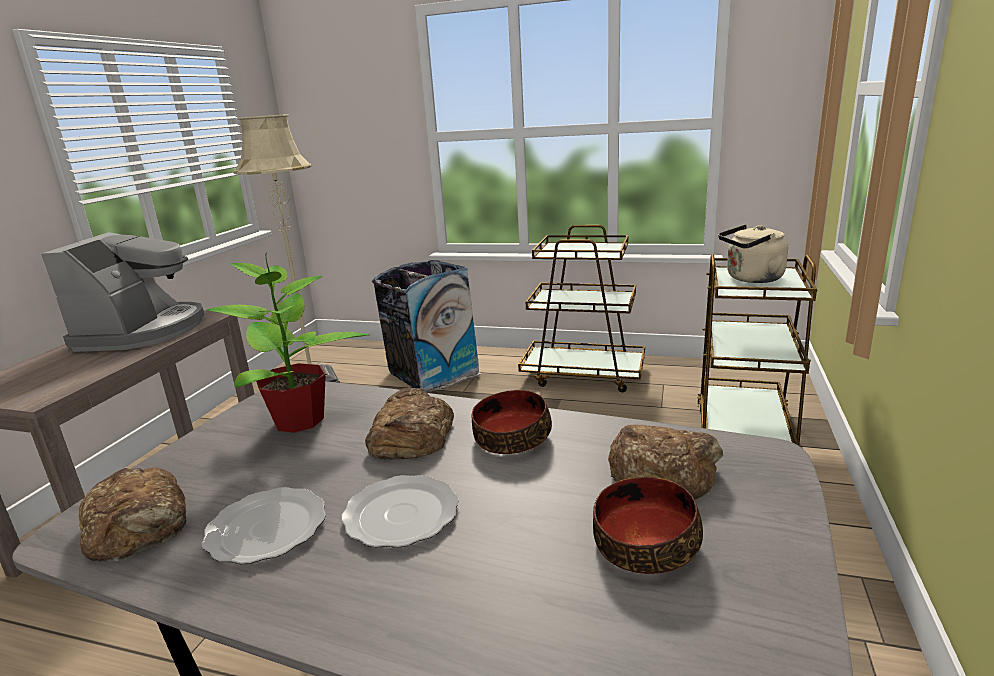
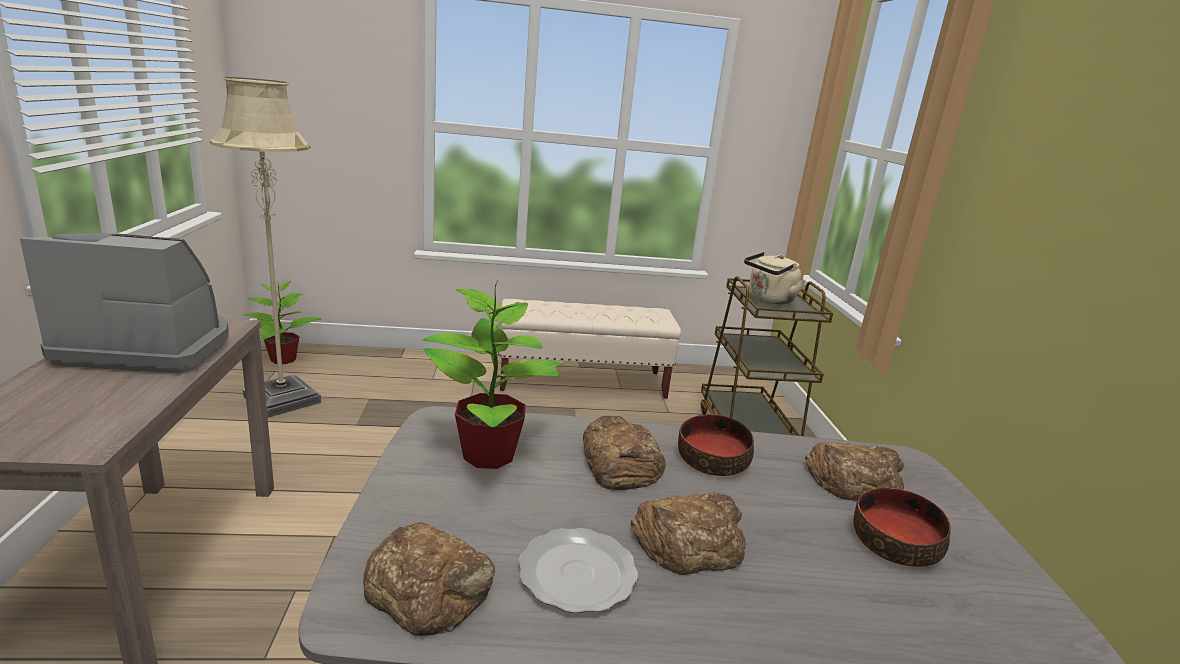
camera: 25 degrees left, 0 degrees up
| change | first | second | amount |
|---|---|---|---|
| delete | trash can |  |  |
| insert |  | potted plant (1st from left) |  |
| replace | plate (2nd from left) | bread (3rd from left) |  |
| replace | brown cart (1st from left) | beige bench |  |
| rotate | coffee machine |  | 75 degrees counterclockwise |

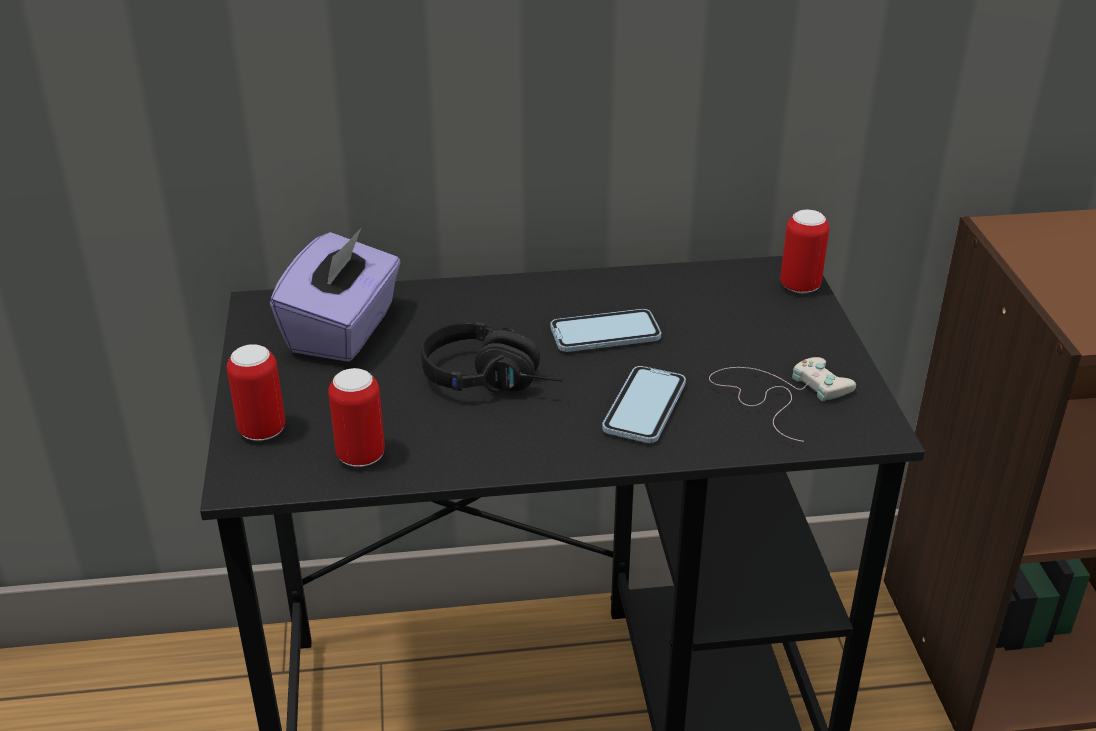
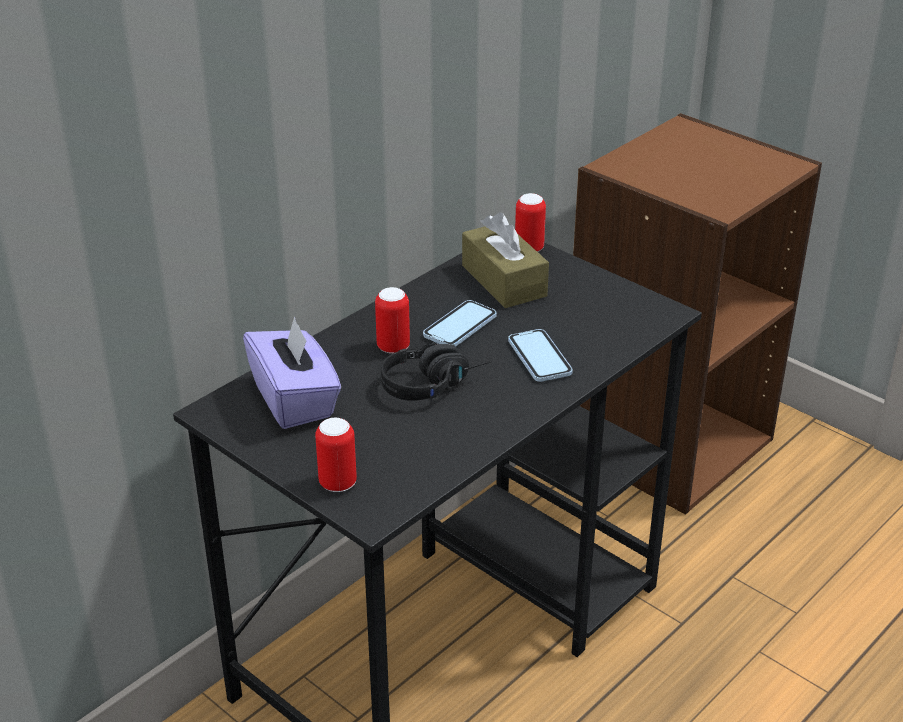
camera: 40 degrees left, 0 degrees up
| change | first | second | amount |
|---|---|---|---|
| delete | white game controller |  |  |
| insert |  | brown tissue box |  |
| move | can (2nd from left) |  |  |

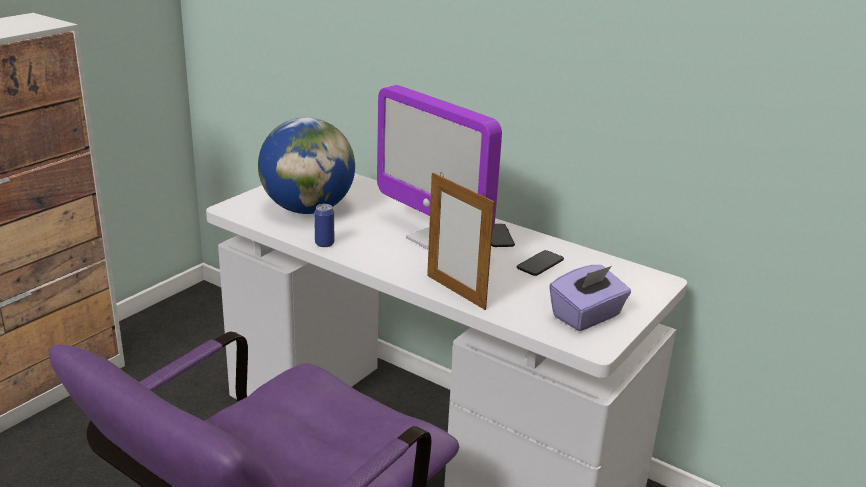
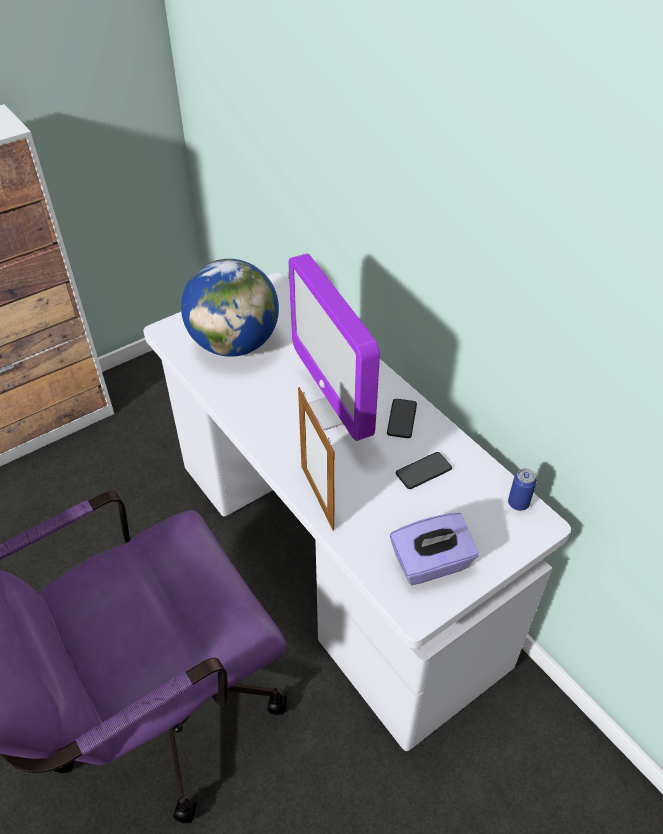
camera: 20 degrees right, 20 degrees up
| change | first | second | amount |
|---|---|---|---|
| move | can |  |  |

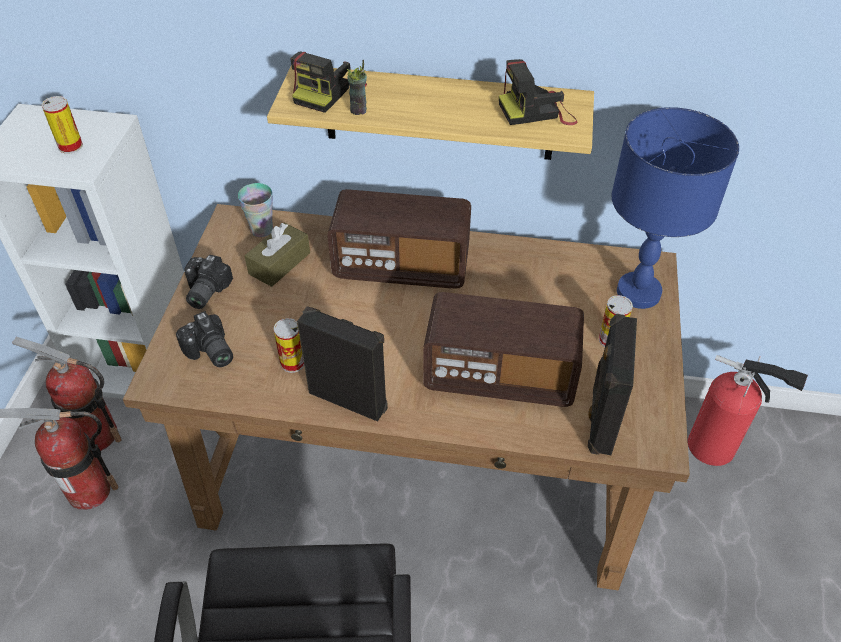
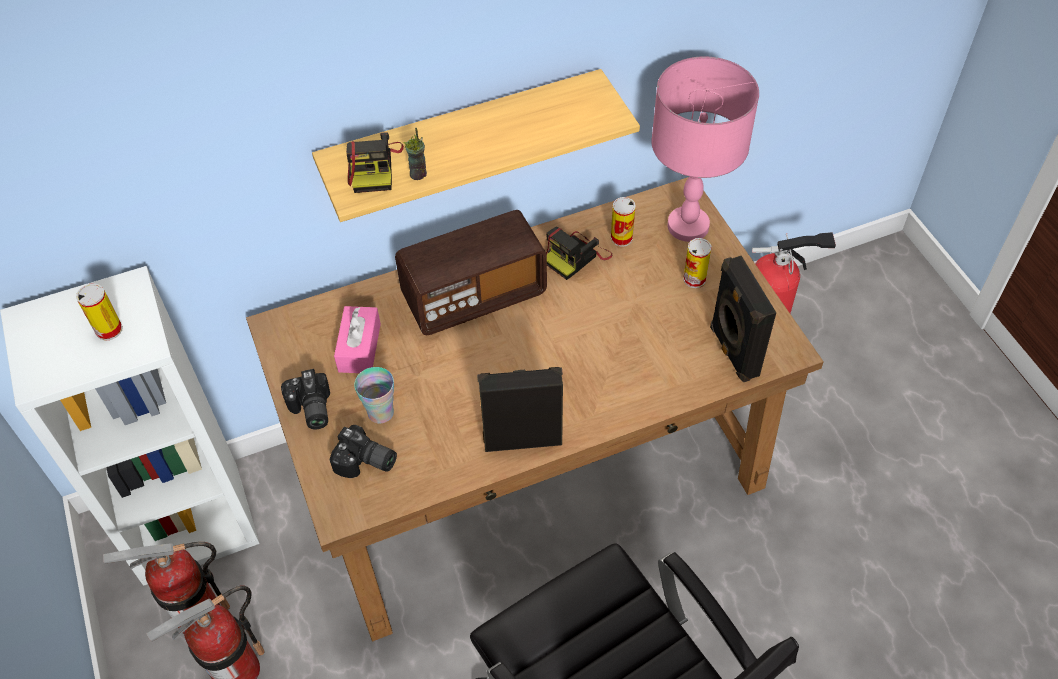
camera: 30 degrees left, 5 degrees up
| change | first | second | amount |
|---|---|---|---|
| delete | radio (2nd from left) |  |  |
| move | cup (1st from left) |  |  |
| move | can (2nd from left) |  |  |
| move | photo camera (4th from left) |  |  |
| recolor | brown tissue box | pink tissue box |  |
| recolor | blue table lamp | pink table lamp |  |

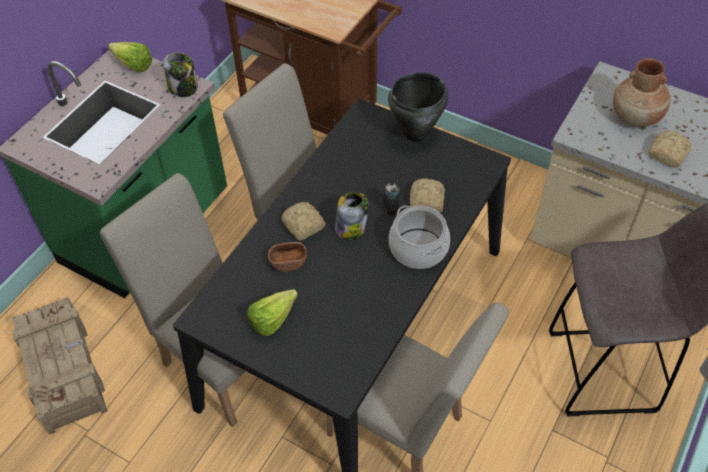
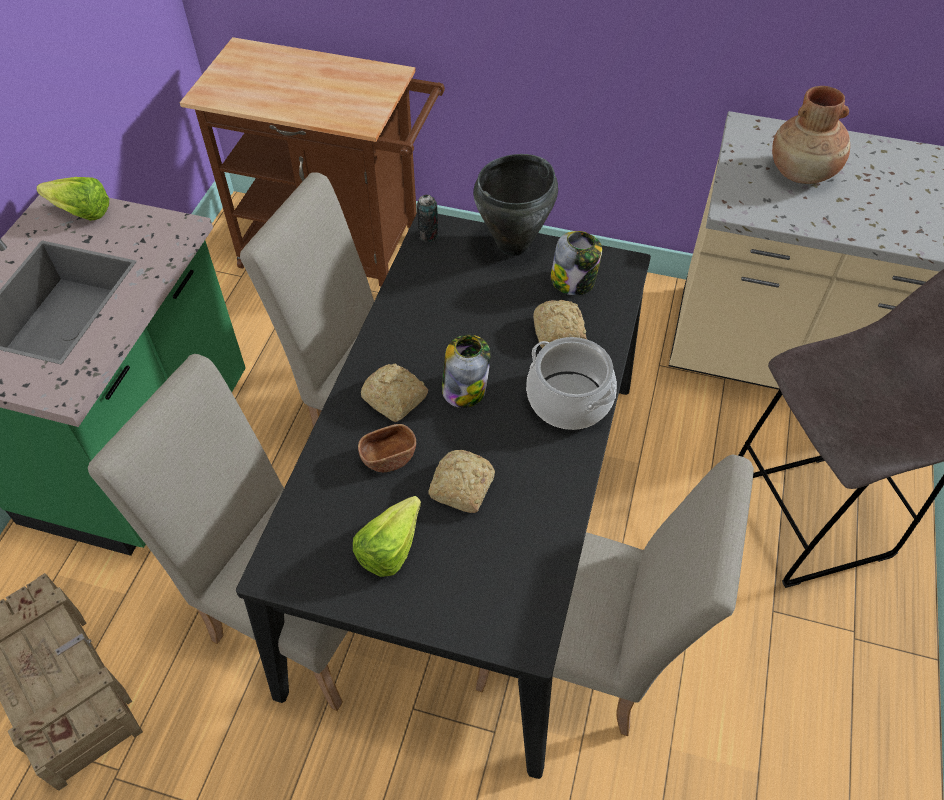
camera: 15 degrees left, 0 degrees up
| change | first | second | amount |
|---|---|---|---|
| move | jar (1st from left in the first image) | jar (2nd from left) |  |
| move | can |  |  |
| move | bread (3rd from left in the first image) | bread (2nd from left) |  |

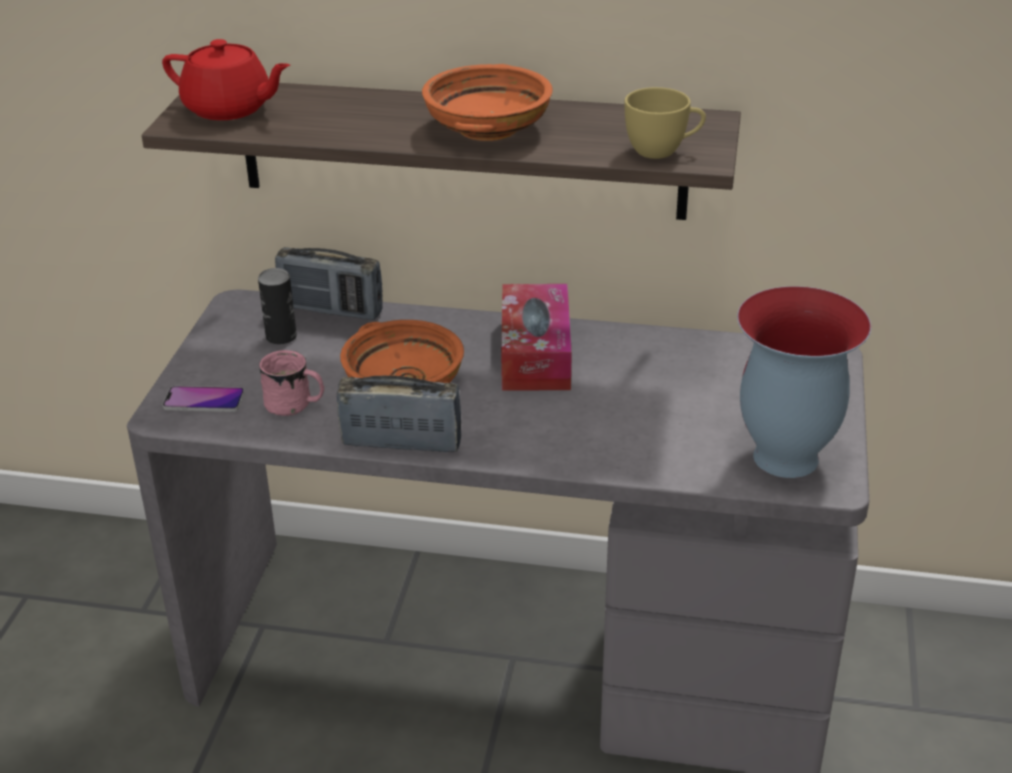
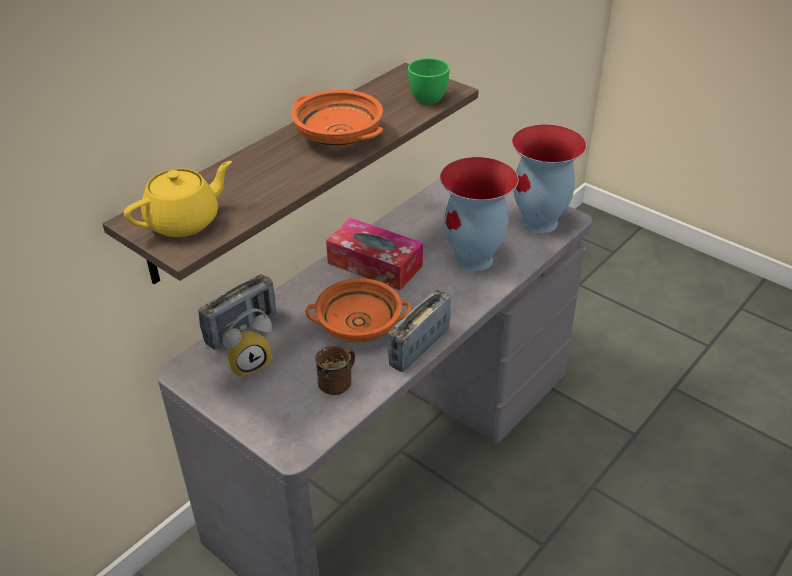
camera: 60 degrees left, 5 degrees up
| change | first | second | amount |
|---|---|---|---|
| delete | phone |  |  |
| insert |  | vase (1st from left) |  |
| replace | can | alarm clock |  |
| recolor | red teapot | yellow teapot |  |
| recolor | pink mug | brown mug |  |
| recolor | yellow cup | green cup |  |

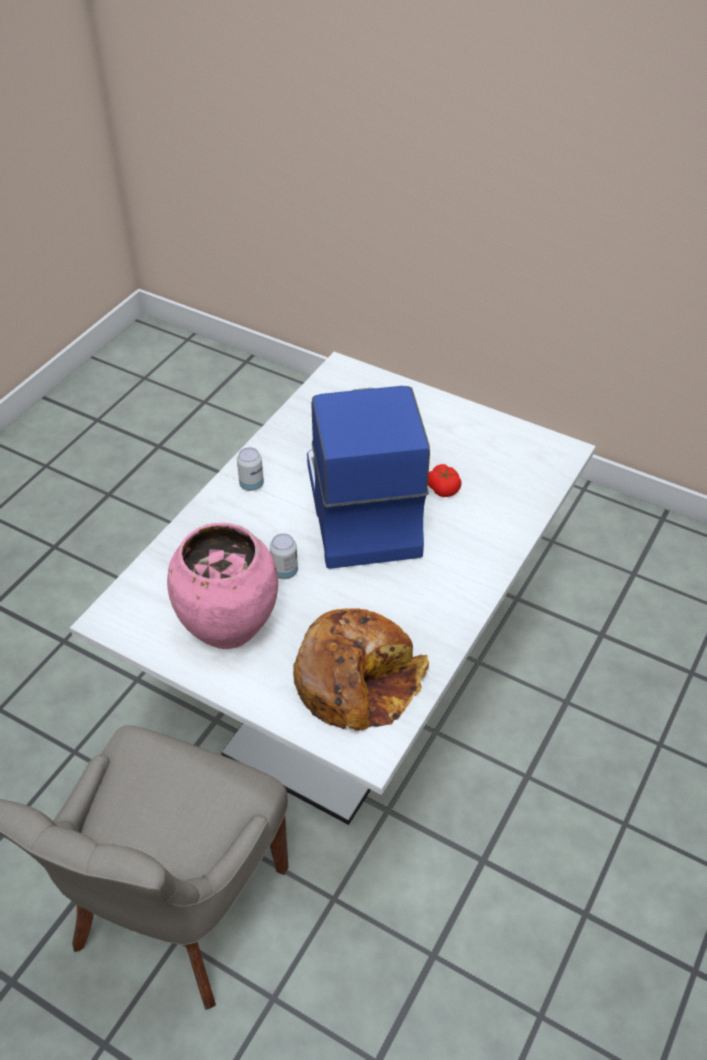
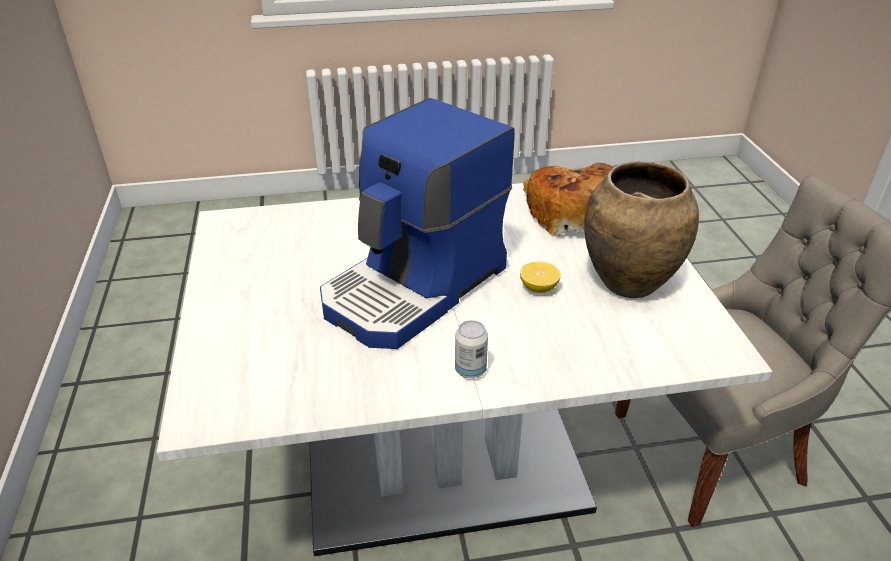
camera: 130 degrees left, 10 degrees down
| change | first | second | amount |
|---|---|---|---|
| delete | tomato |  |  |
| replace | can (2nd from left) | lemon |  |
| recolor | pink vase | brown vase |  |

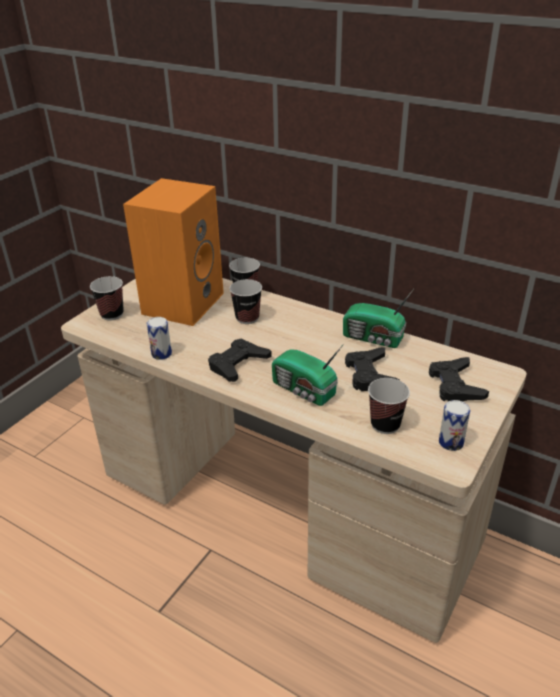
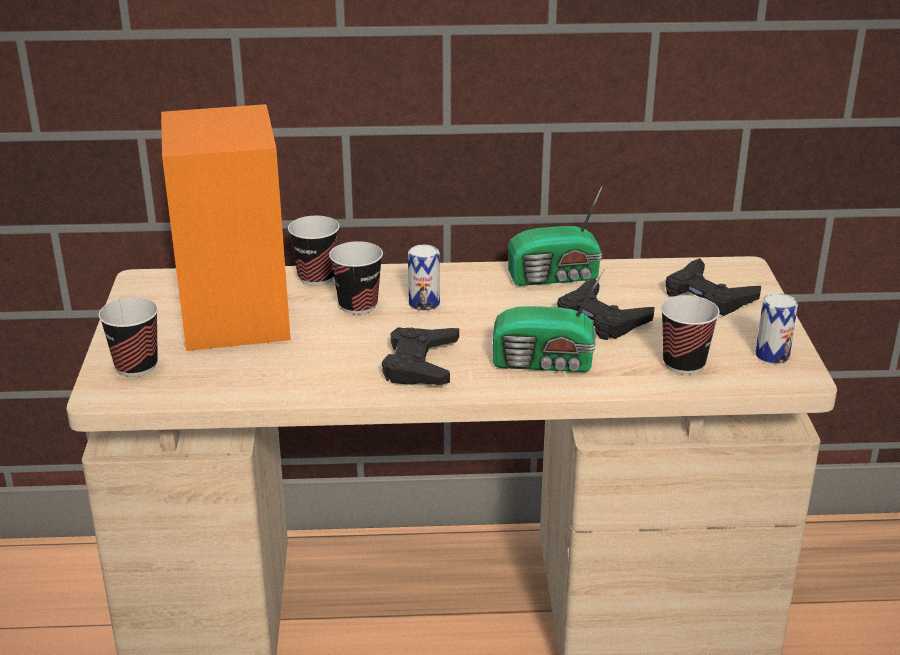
camera: 35 degrees left, 5 degrees down
| change | first | second | amount |
|---|---|---|---|
| move | can (1st from left) |  |  |

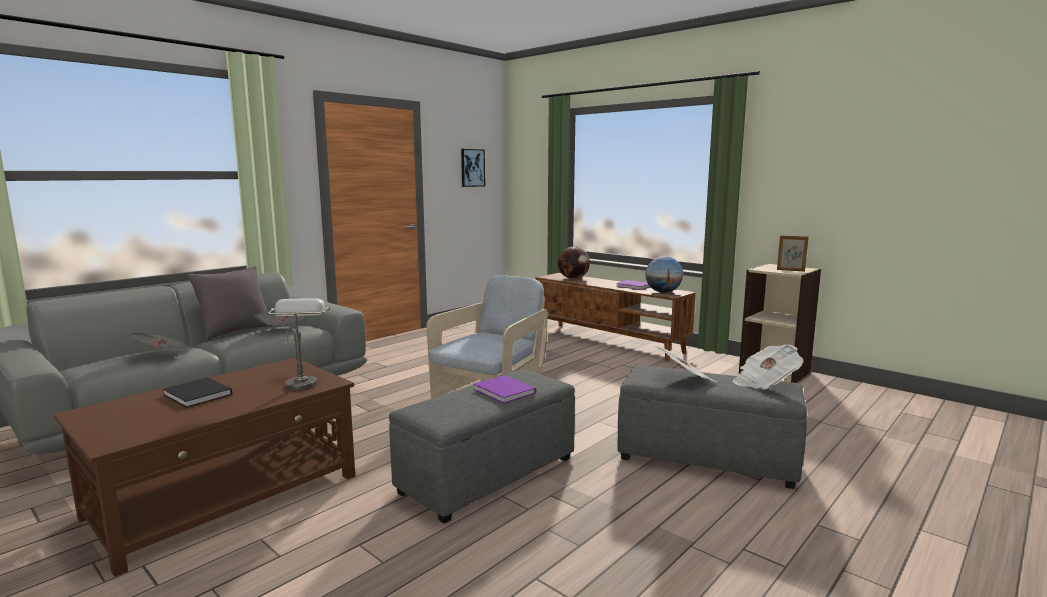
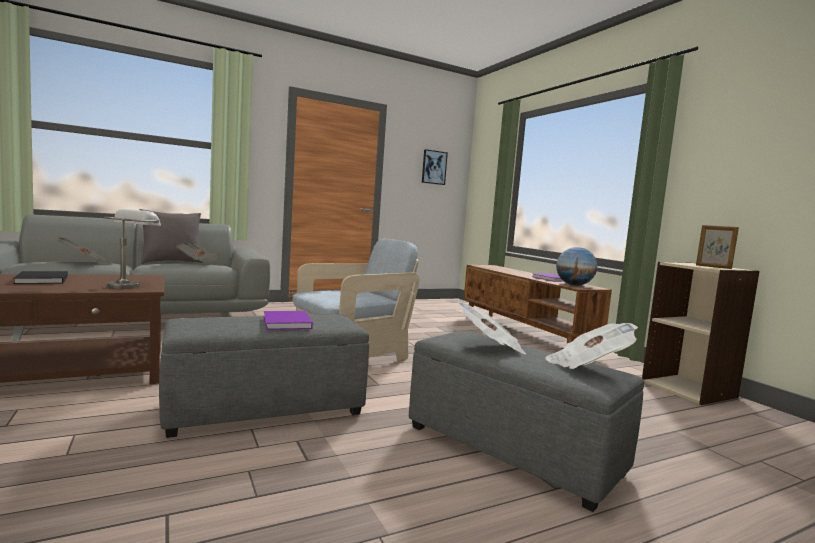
camera: 20 degrees right, 5 degrees down
| change | first | second | amount |
|---|---|---|---|
| delete | globe (1st from left) |  |  |

